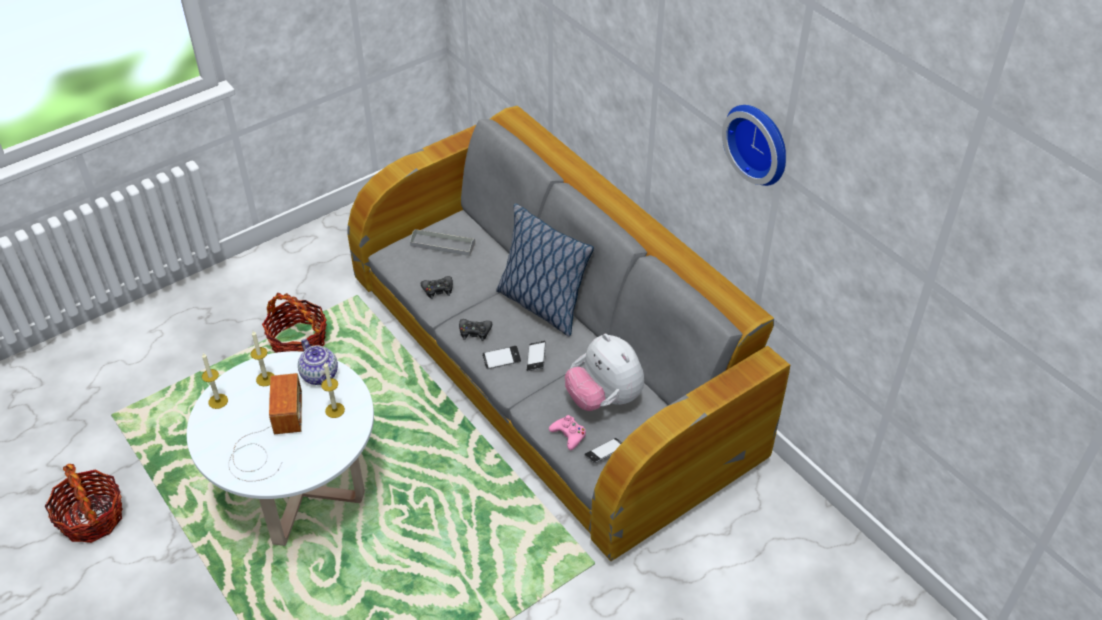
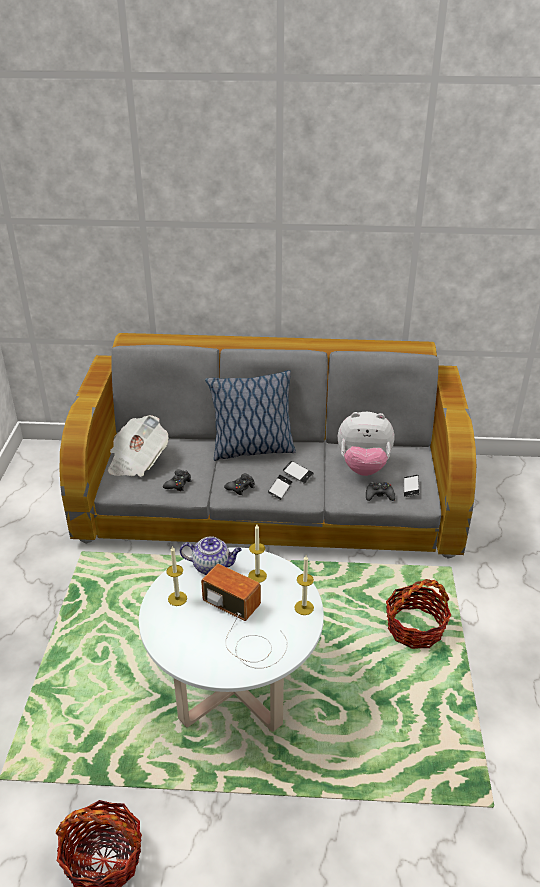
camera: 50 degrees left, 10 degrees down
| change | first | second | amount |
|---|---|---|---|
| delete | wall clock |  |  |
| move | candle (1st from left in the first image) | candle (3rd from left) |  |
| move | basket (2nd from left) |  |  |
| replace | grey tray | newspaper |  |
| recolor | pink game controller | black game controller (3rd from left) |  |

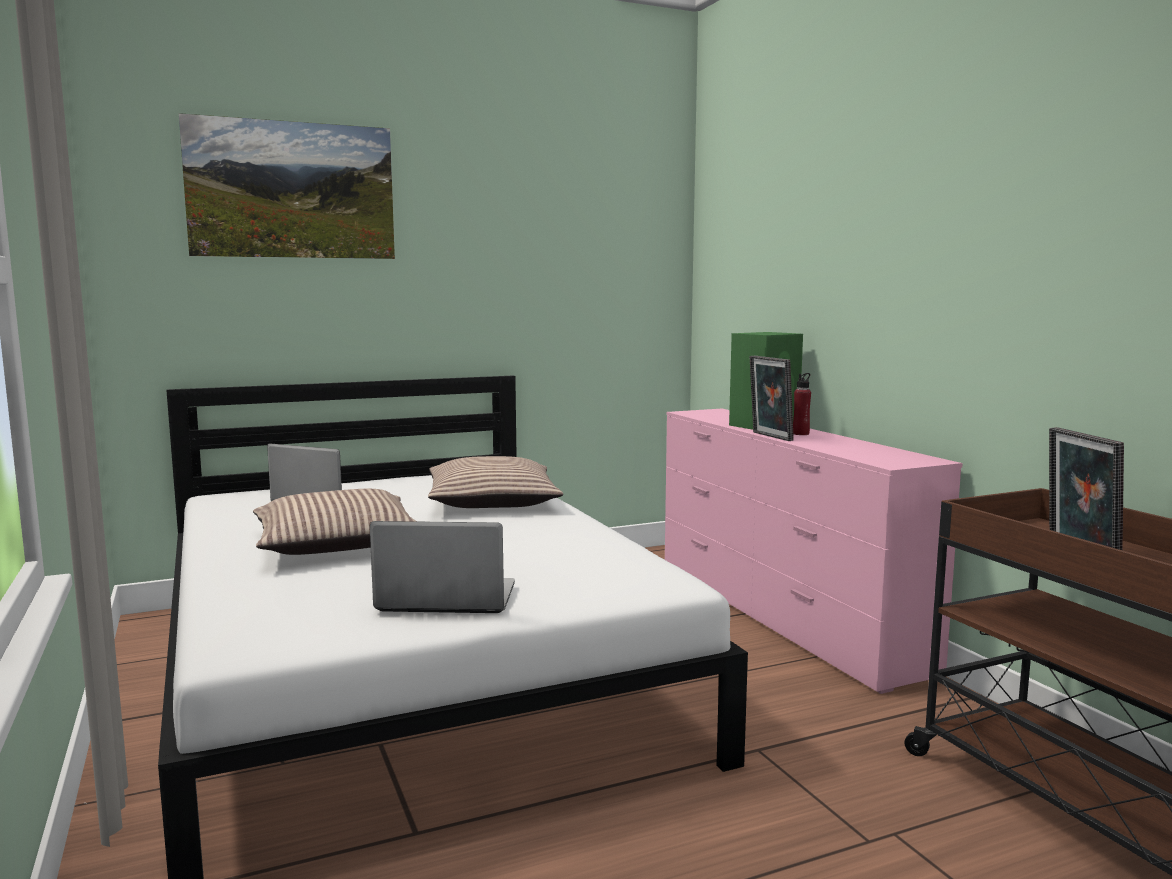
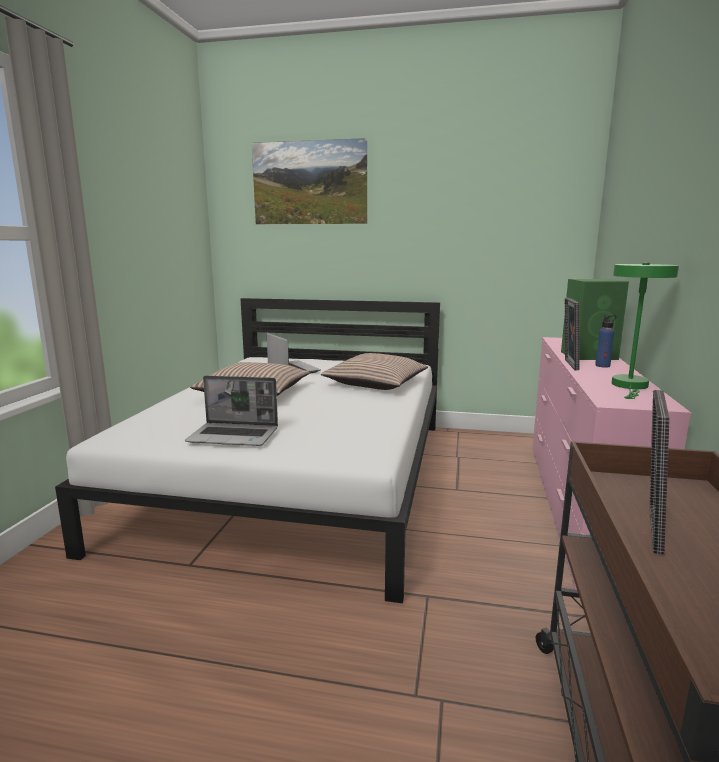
camera: 35 degrees right, 5 degrees up
| change | first | second | amount |
|---|---|---|---|
| insert |  | green table lamp |  |
| recolor | red bottle | blue bottle |  |
| rotate | laptop (2nd from left in the first image) | laptop (1st from left) | 150 degrees clockwise |

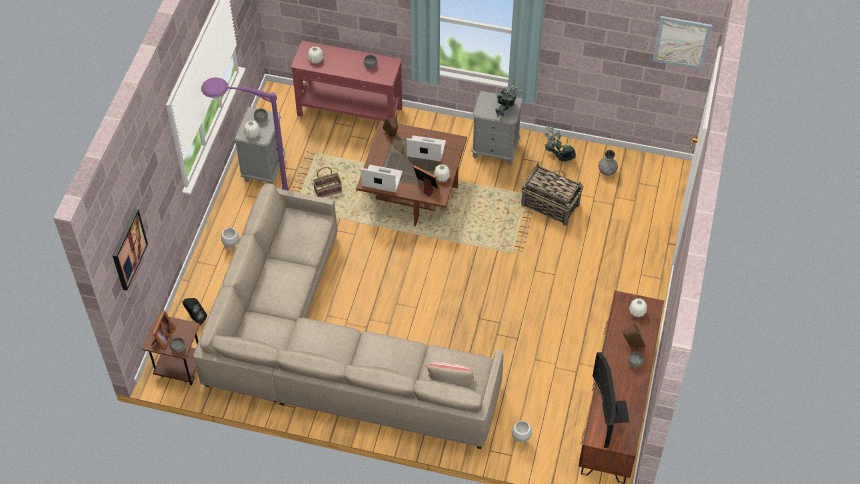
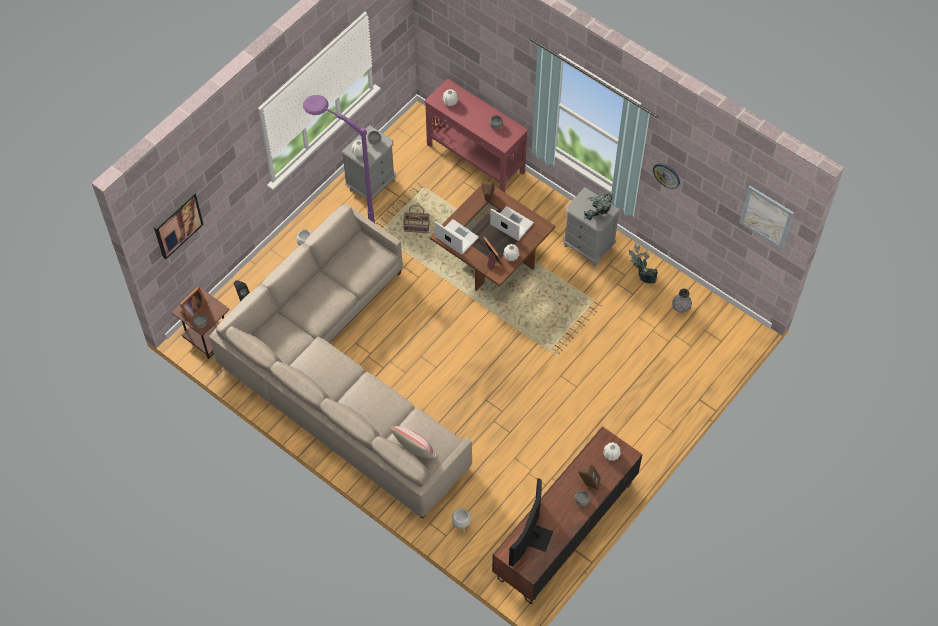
camera: 25 degrees right, 5 degrees up
| change | first | second | amount |
|---|---|---|---|
| delete | basket (2nd from left) |  |  |
| insert |  | wall clock |  |

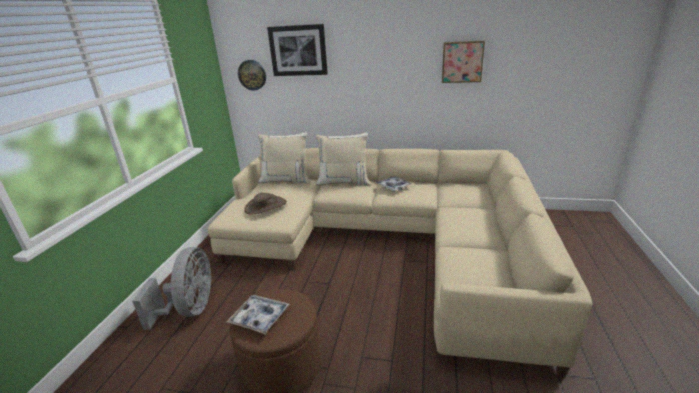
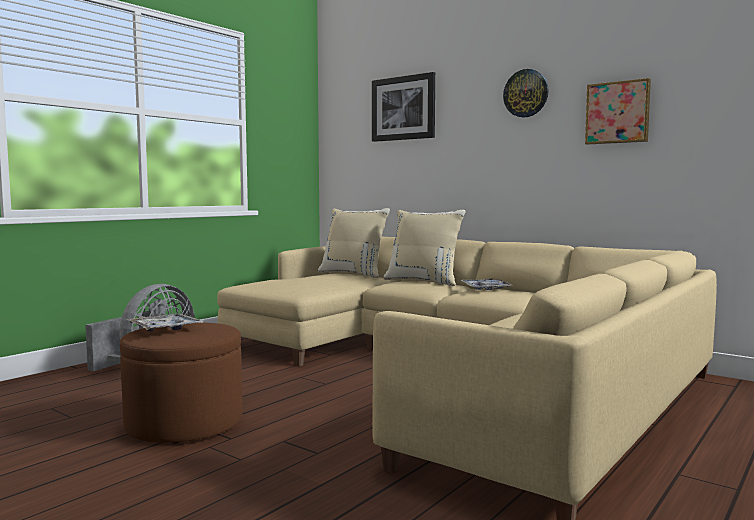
camera: 25 degrees right, 20 degrees down
| change | first | second | amount |
|---|---|---|---|
| delete | brown hat |  |  |
| move | wall clock |  |  |

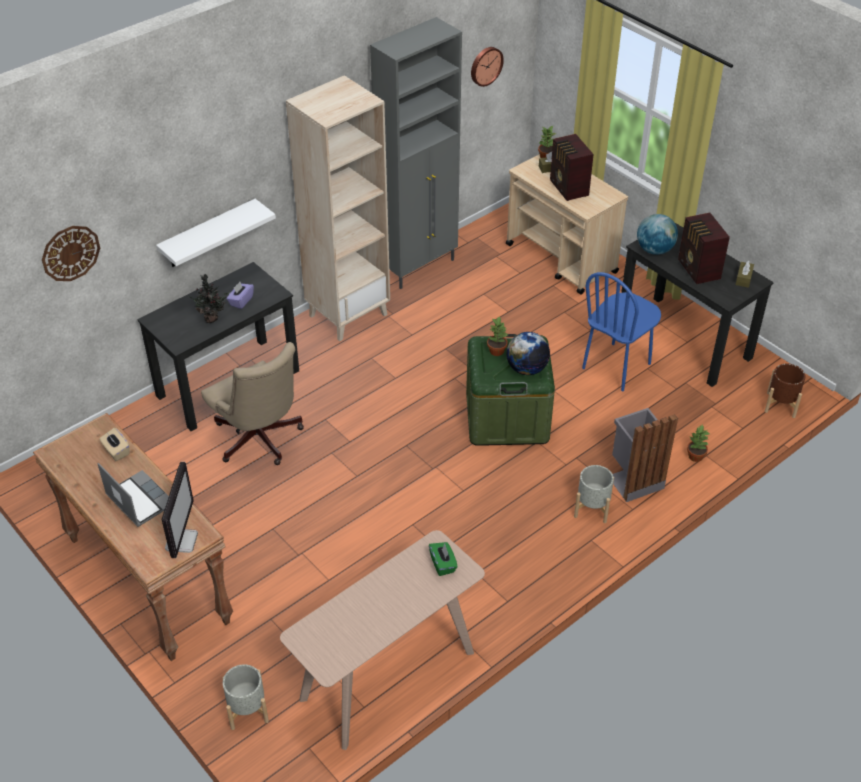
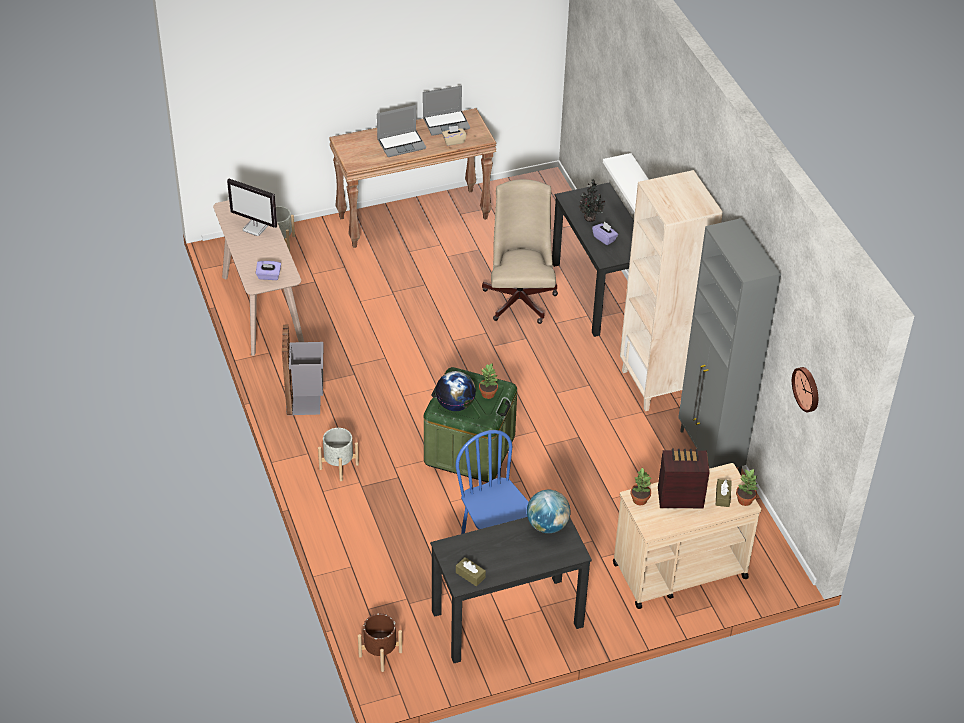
camera: 110 degrees right, 0 degrees up
| change | first | second | amount |
|---|---|---|---|
| delete | wall clock (1st from left) |  |  |
| delete | radio (2nd from left) |  |  |
| insert |  | laptop (2nd from left) |  |
| move | monitor |  |  |
| move | grey trash can |  |  |
| move | potted plant (4th from left in the first image) | potted plant (3rd from left) |  |
| recolor | green tissue box | purple tissue box (1st from left) |  |
| rotate | beige office chair |  | 105 degrees clockwise |

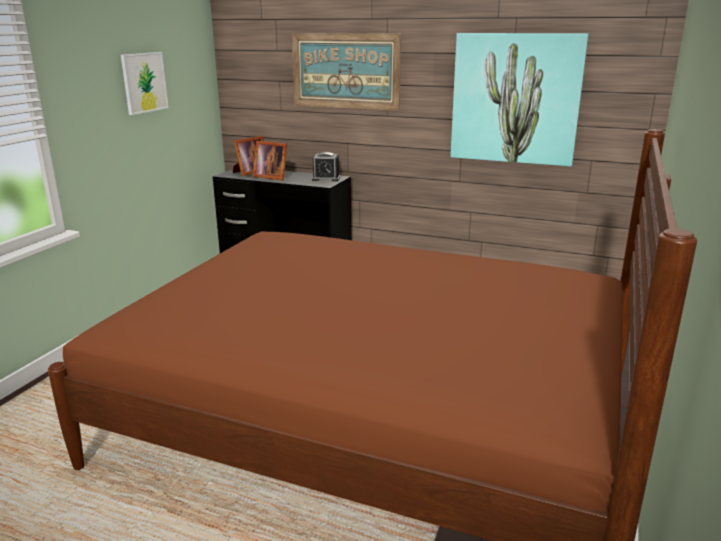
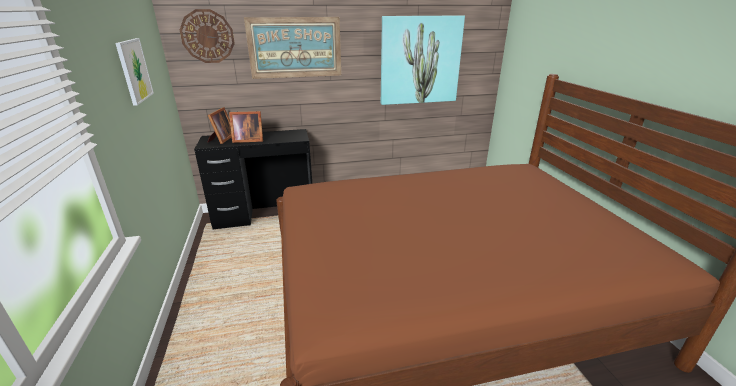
camera: 35 degrees left, 5 degrees up
| change | first | second | amount |
|---|---|---|---|
| delete | alarm clock |  |  |
| insert |  | wall clock |  |

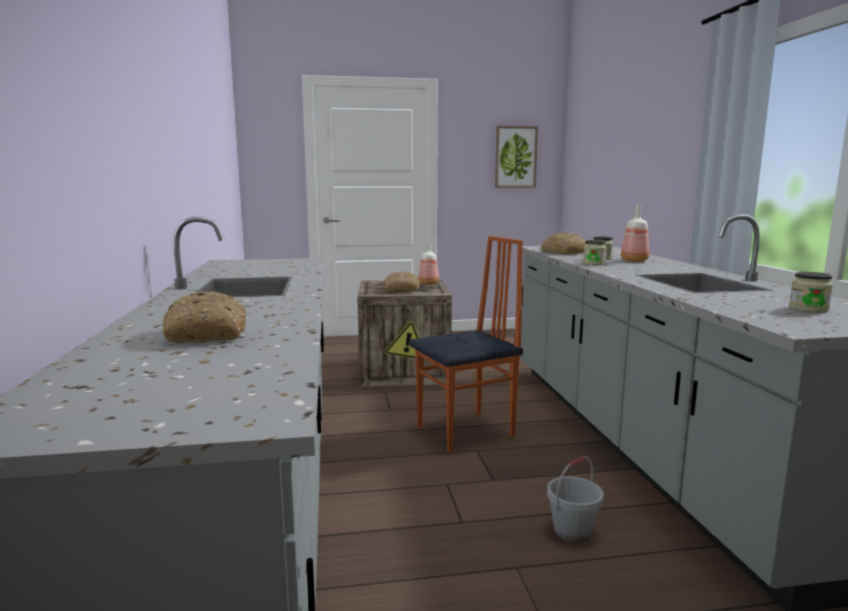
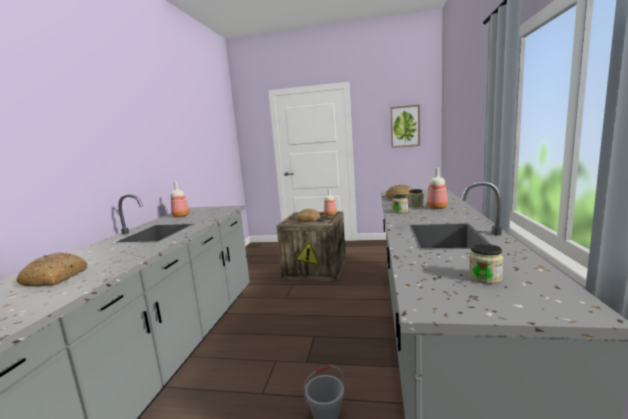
camera: 20 degrees right, 0 degrees up
| change | first | second | amount |
|---|---|---|---|
| delete | chair |  |  |
| insert |  | bottle (1st from left) |  |

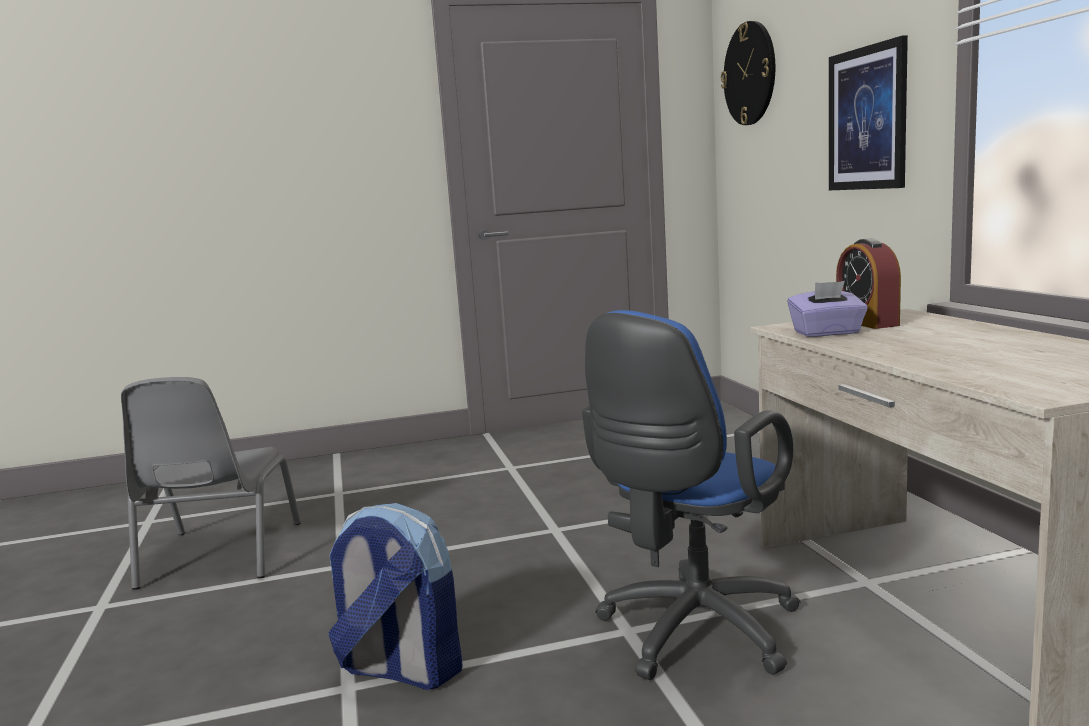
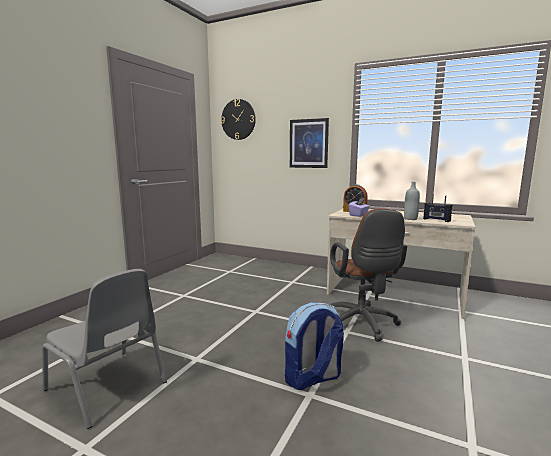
camera: 50 degrees left, 0 degrees up
| change | first | second | amount |
|---|---|---|---|
| insert |  | grey bottle |  |
| insert |  | radio |  |
| recolor | blue office chair | brown office chair |  |

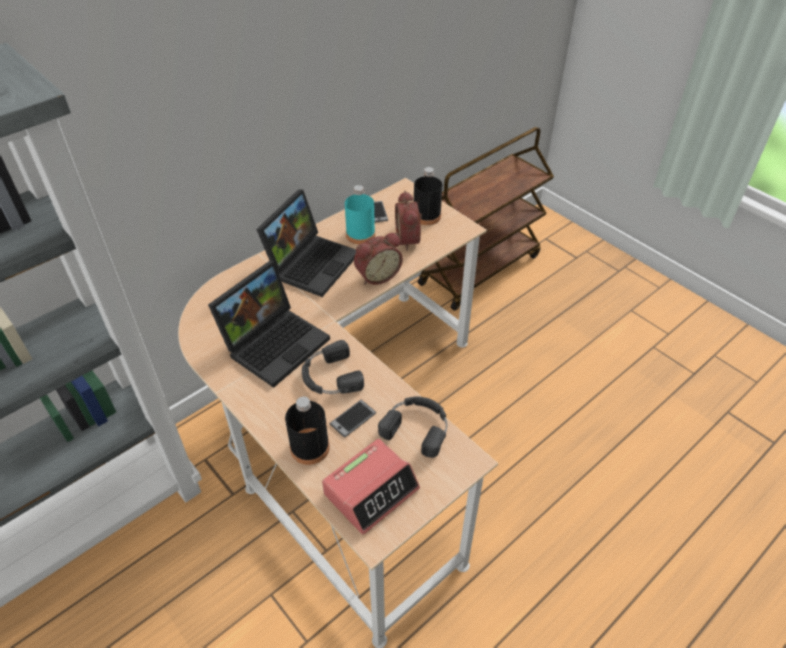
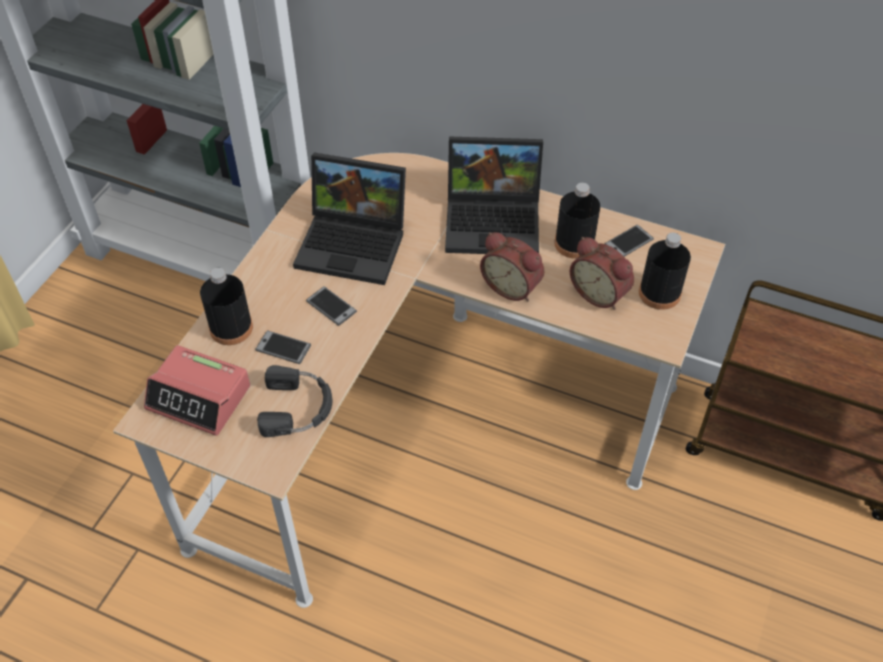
camera: 65 degrees right, 5 degrees up
| change | first | second | amount |
|---|---|---|---|
| replace | black headphones (1st from left) | phone (2nd from left) |  |
| recolor | turquoise bottle | black bottle (2nd from left) |  |
| rotate | alarm clock (3rd from left) |  | 105 degrees counterclockwise |

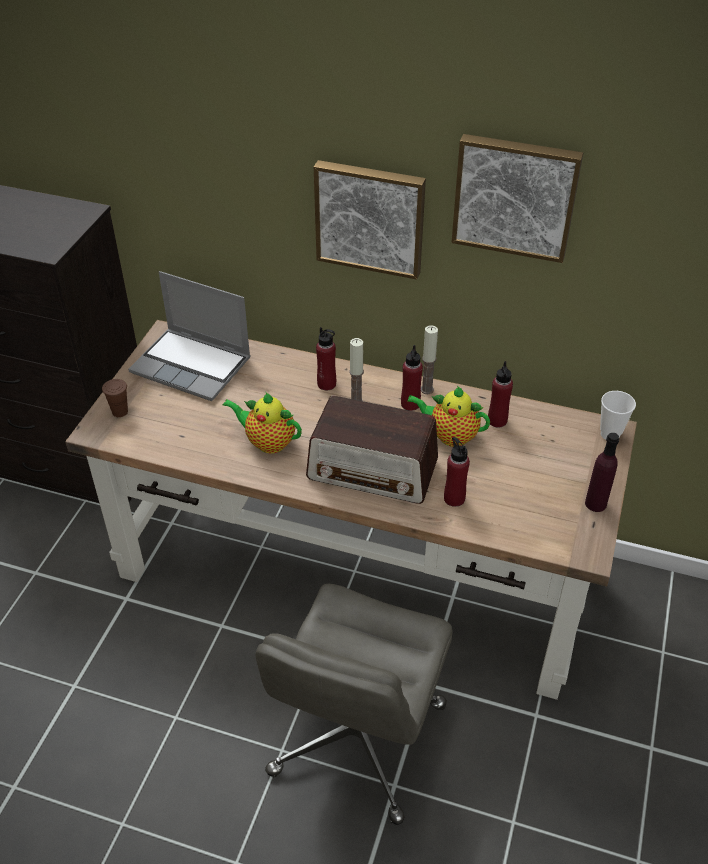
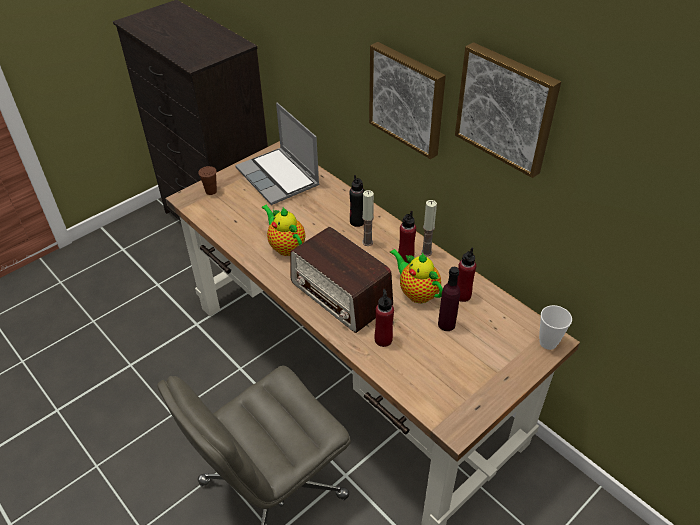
camera: 30 degrees right, 0 degrees up
| change | first | second | amount |
|---|---|---|---|
| move | purple bottle |  |  |
| recolor | red bottle (1st from left) | black bottle |  |

